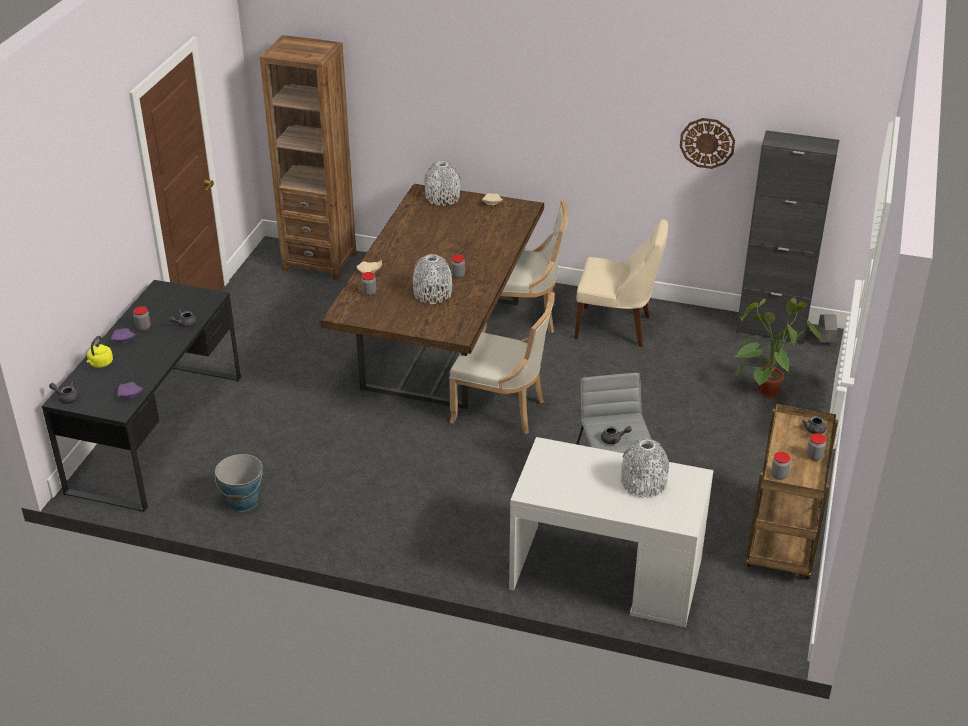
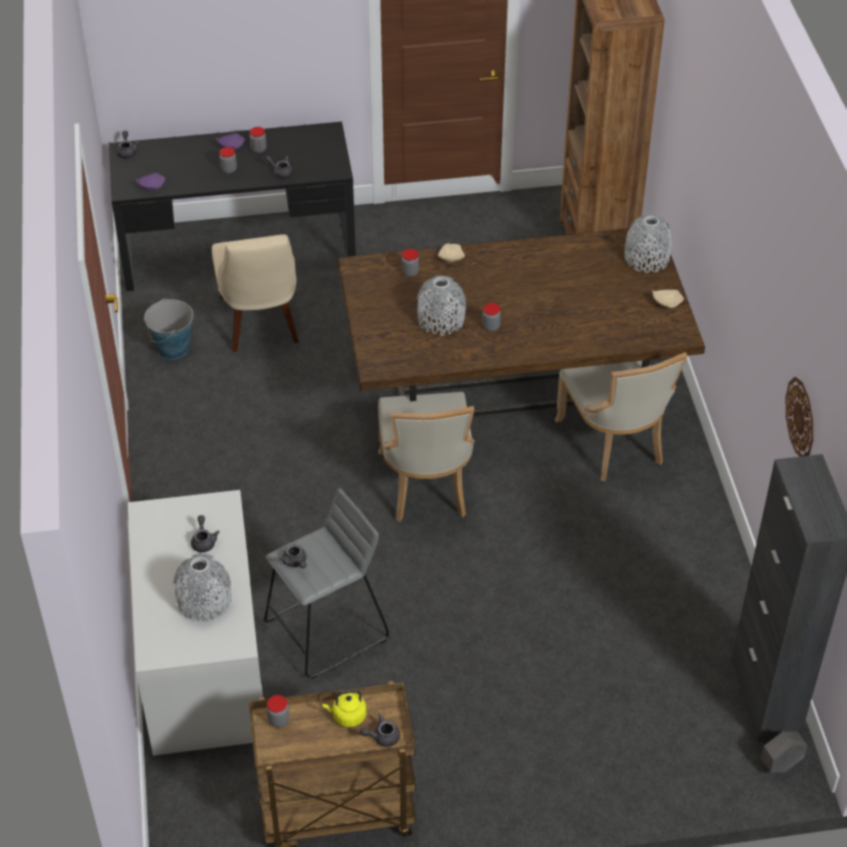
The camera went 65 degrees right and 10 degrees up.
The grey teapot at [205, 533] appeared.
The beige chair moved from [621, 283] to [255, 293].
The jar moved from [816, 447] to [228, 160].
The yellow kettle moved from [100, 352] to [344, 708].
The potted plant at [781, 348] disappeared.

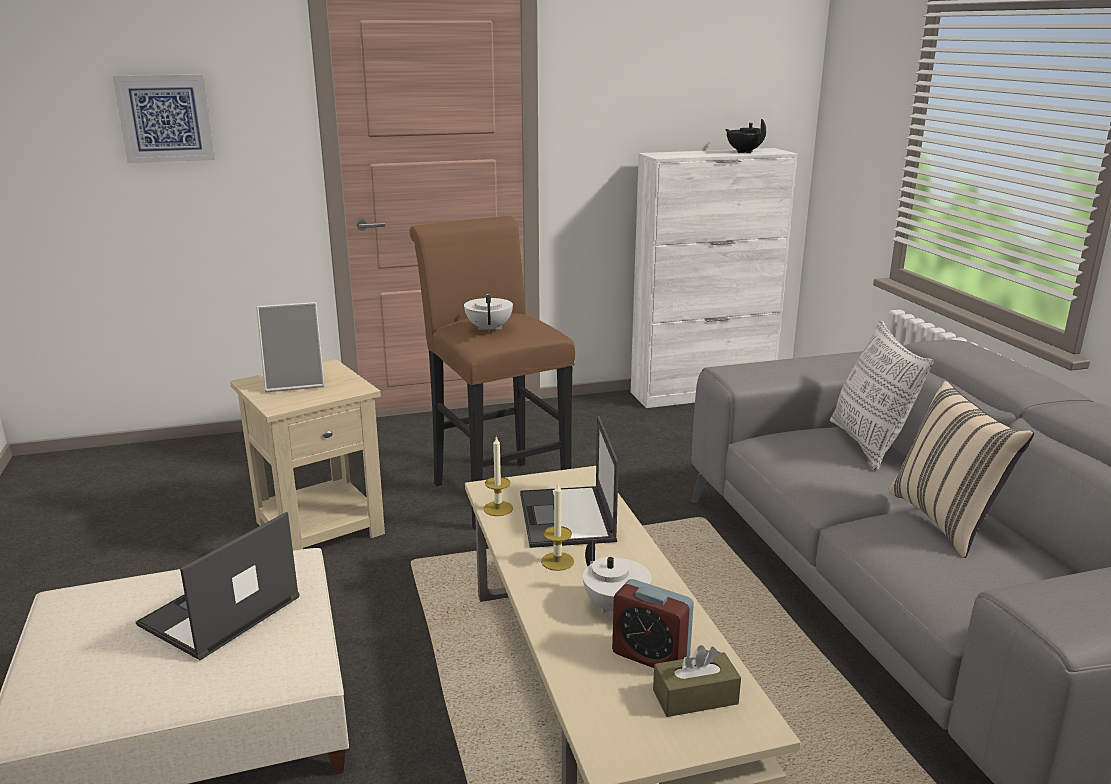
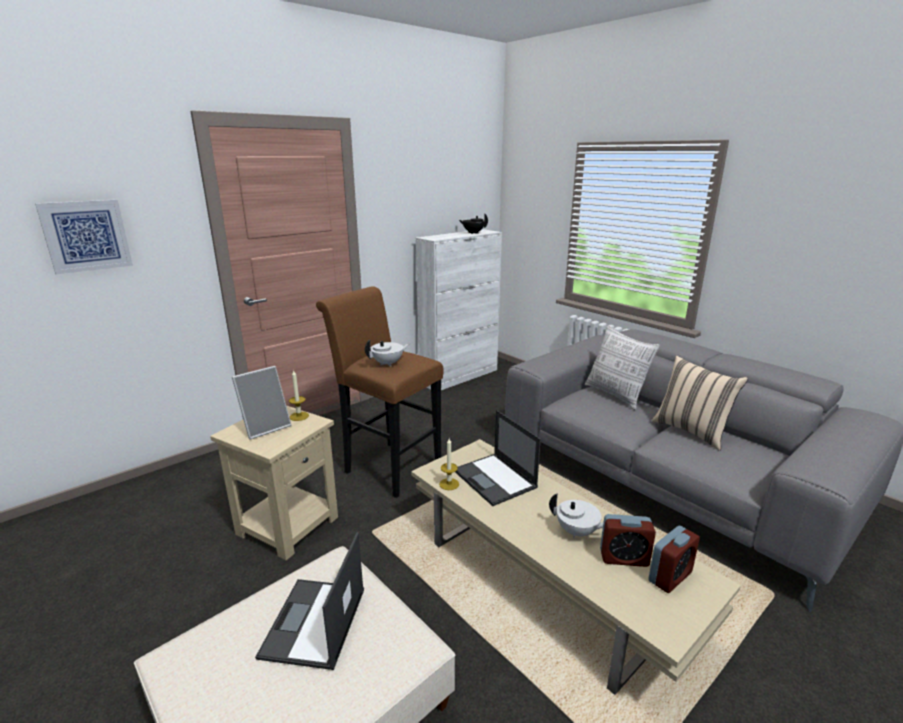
The camera went 25 degrees left and 0 degrees up.
The candle moved from [557, 527] to [299, 395].
The white teapot at [488, 313] turned 90 degrees clockwise.
The brown tissue box at [697, 681] was replaced by the alarm clock at [674, 559].

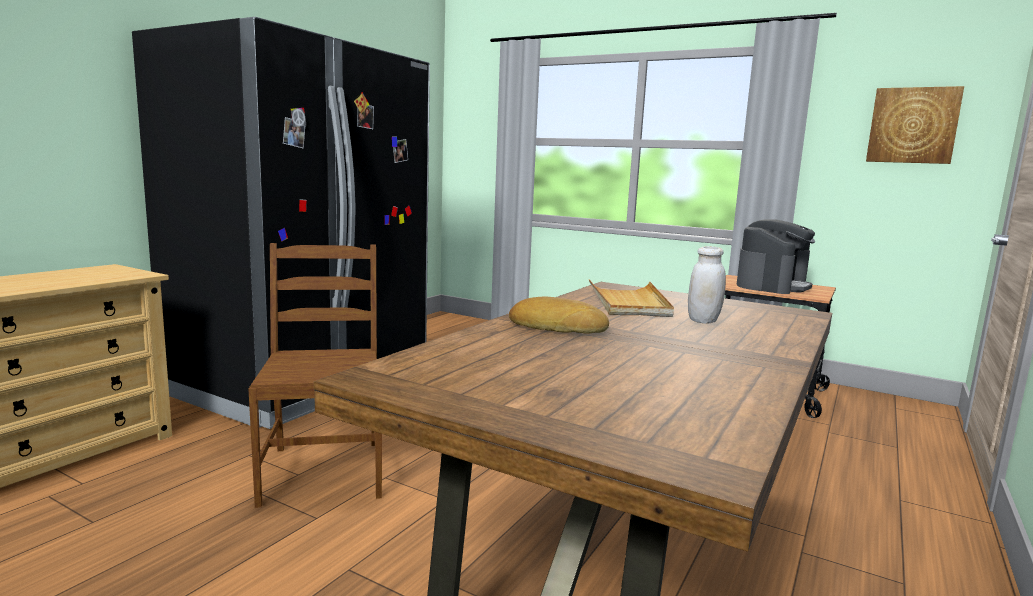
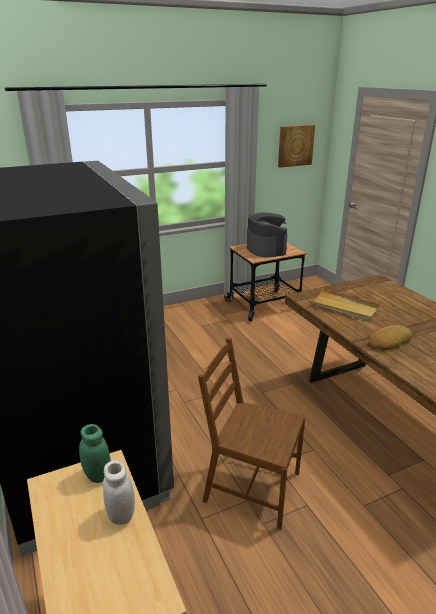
The camera went 55 degrees left and 15 degrees up.
The green jar at [95, 453] appeared.
The white jar moved from [707, 285] to [119, 492].

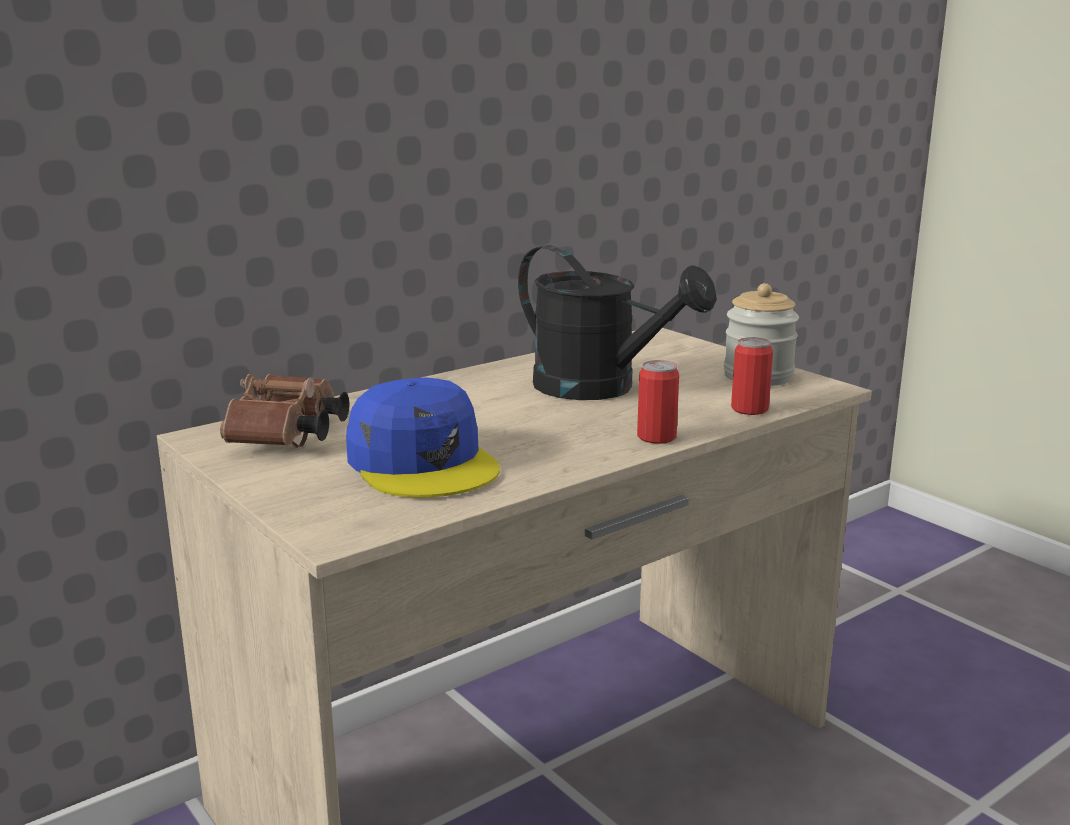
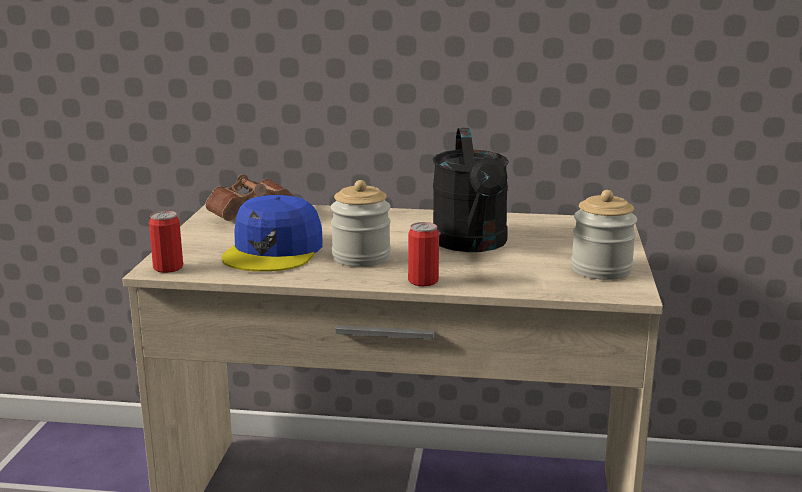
The camera went 45 degrees right and 0 degrees up.
The can moved from [752, 376] to [166, 242].
The jar at [361, 223] appeared.

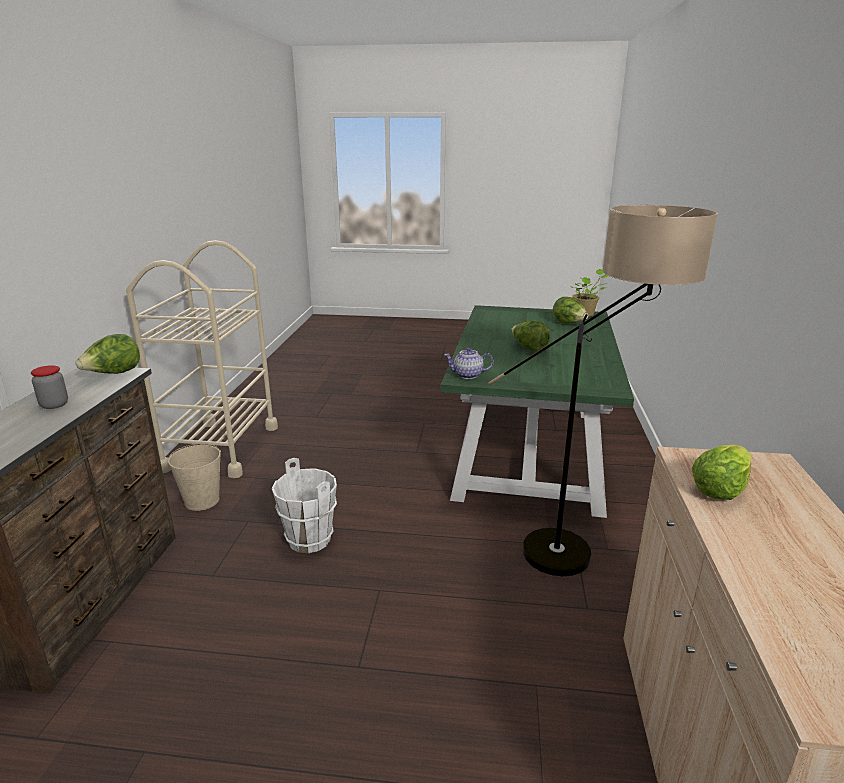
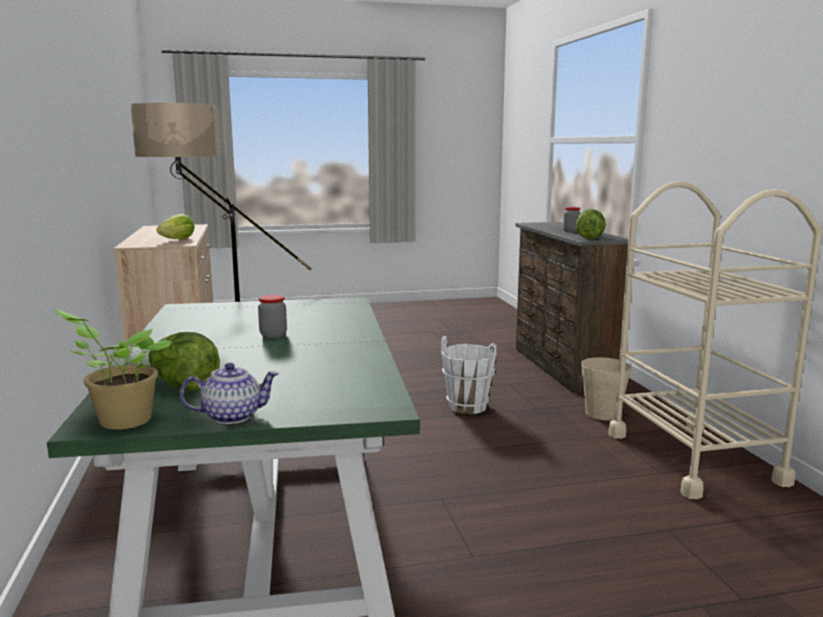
The camera went 160 degrees right and 10 degrees down.
The teapot moved from [469, 363] to [229, 393].
The lettuce at [530, 335] was replaced by the jar at [272, 316].

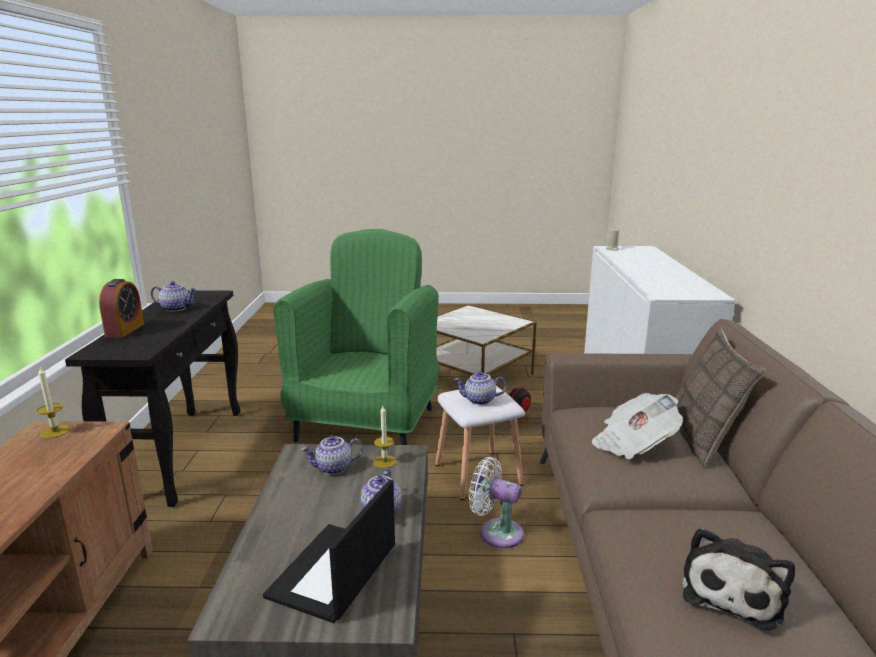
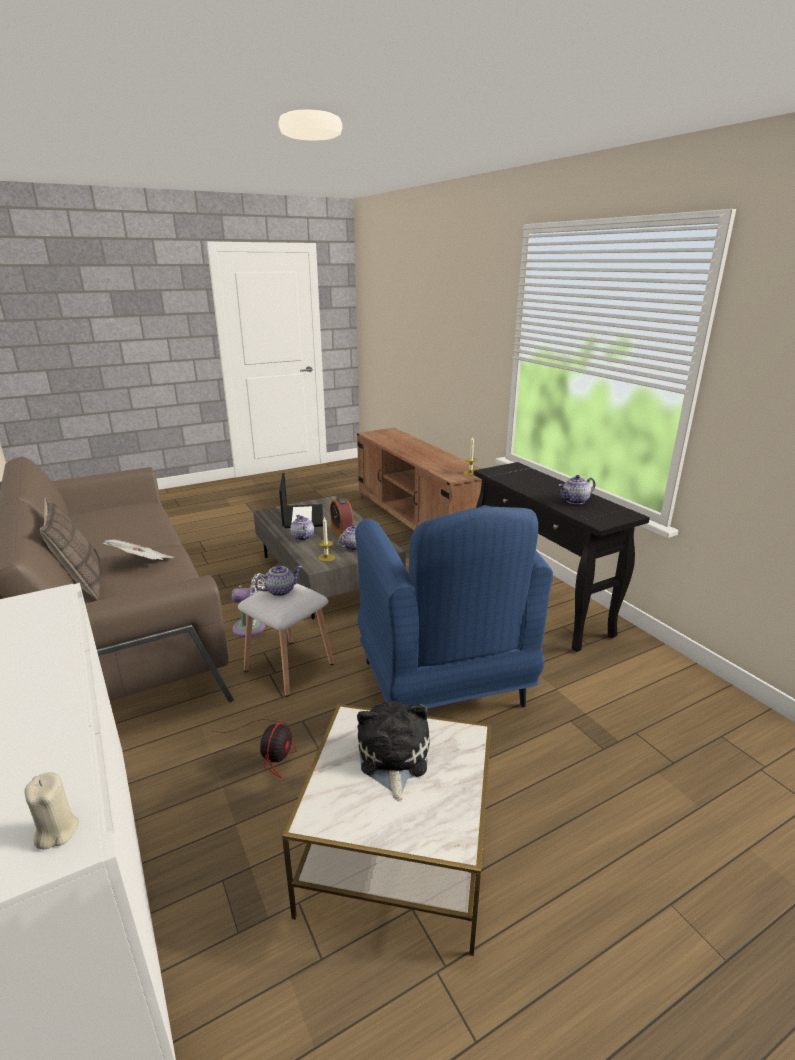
The camera went 150 degrees right and 5 degrees up.
The alarm clock moved from [121, 308] to [341, 519].
The green armchair at [356, 337] became the blue armchair at [454, 607].
The plush toy moved from [739, 579] to [393, 751].

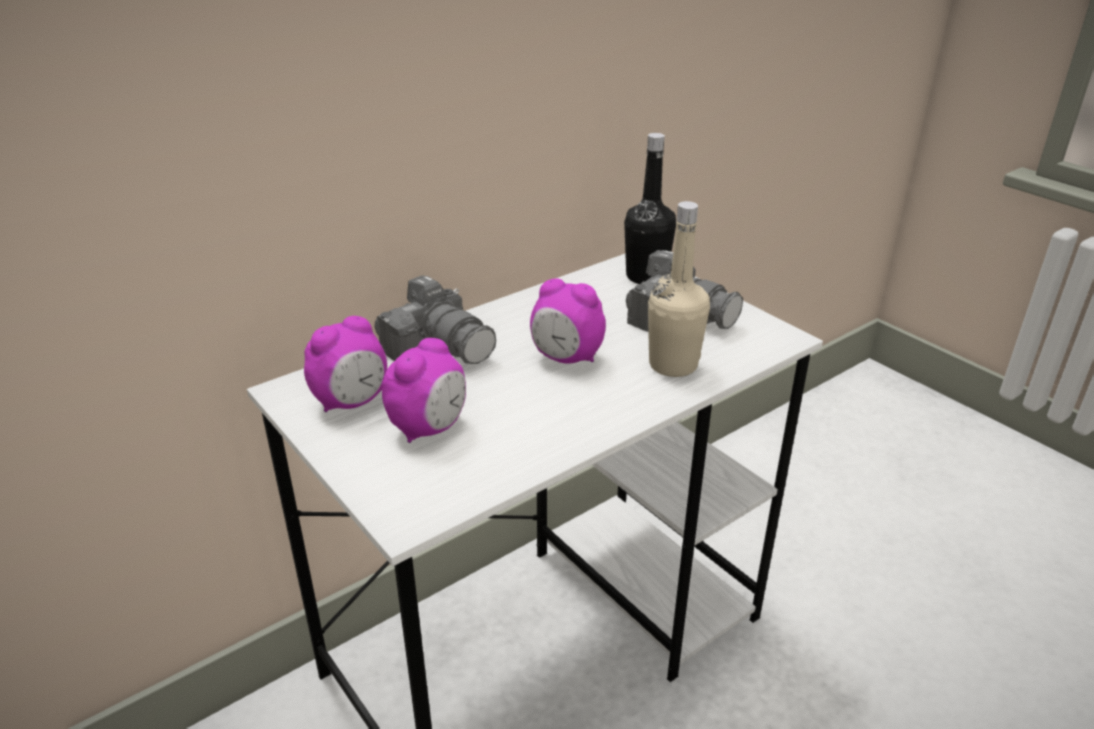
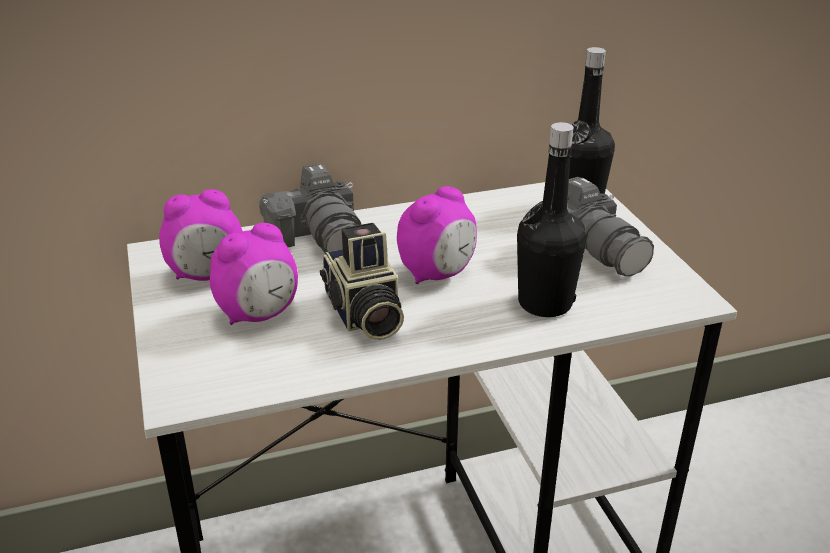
The camera went 20 degrees right and 0 degrees up.
The photo camera at [362, 281] appeared.
The alarm clock at [568, 320] turned 90 degrees counterclockwise.
The beige bottle at [679, 289] became the black bottle at [552, 219].

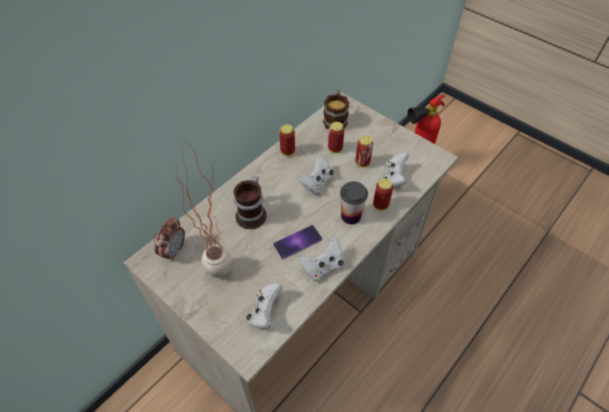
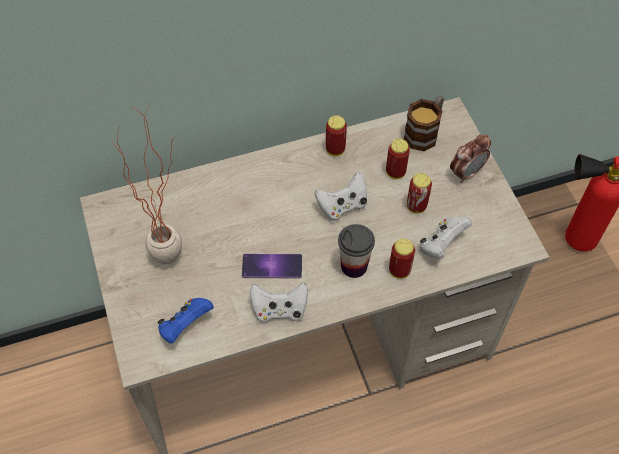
The camera went 30 degrees right and 5 degrees up.
The white game controller at [264, 305] became the blue game controller at [185, 320].
The alarm clock moved from [169, 239] to [470, 158].
The mug at [250, 202] disappeared.

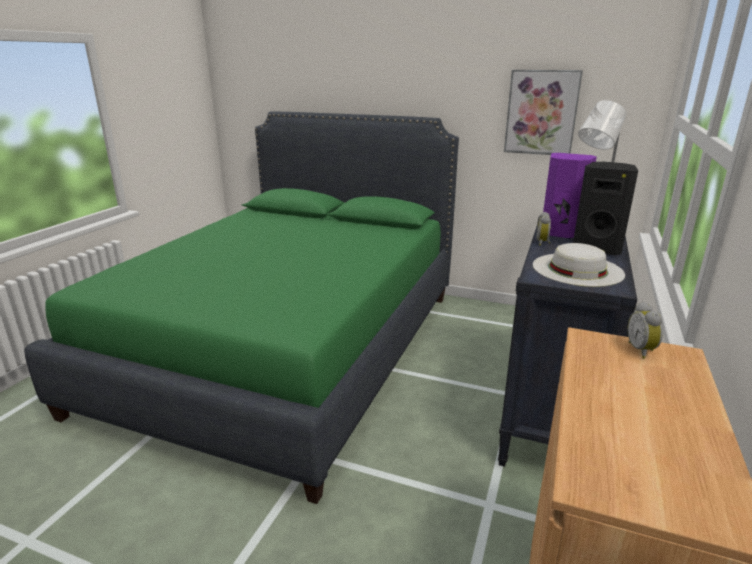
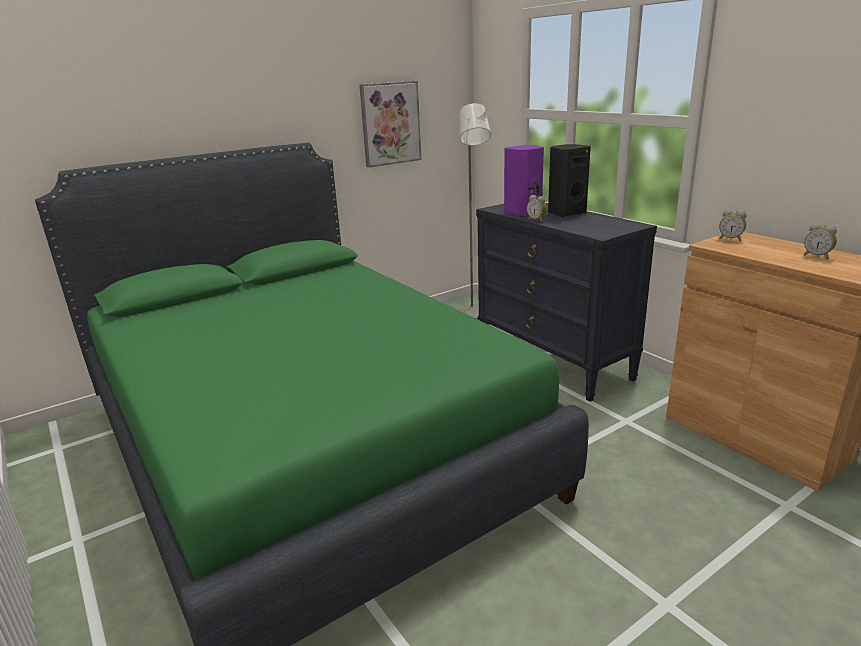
The camera went 55 degrees left and 0 degrees up.
The alarm clock at [820, 241] appeared.
The white hat at [579, 265] disappeared.

